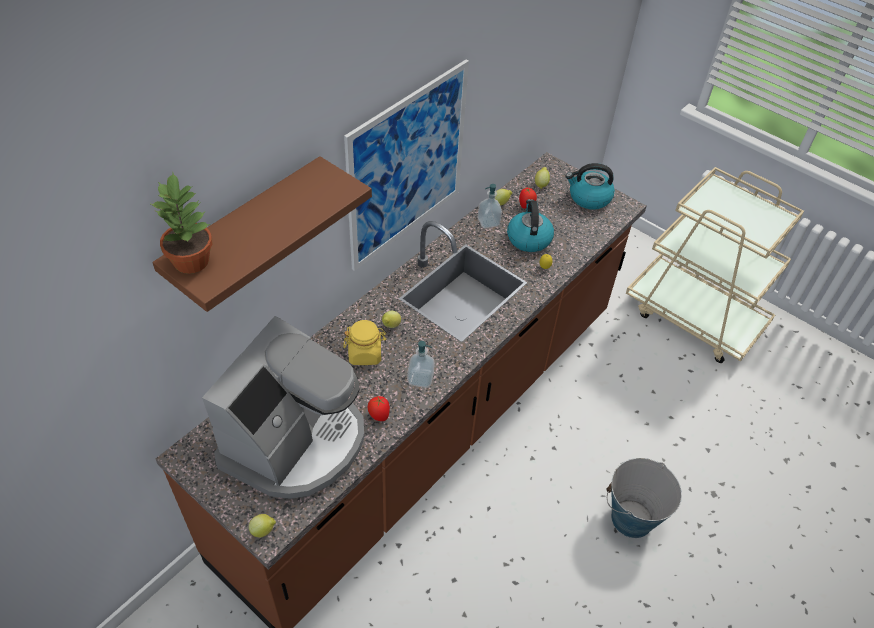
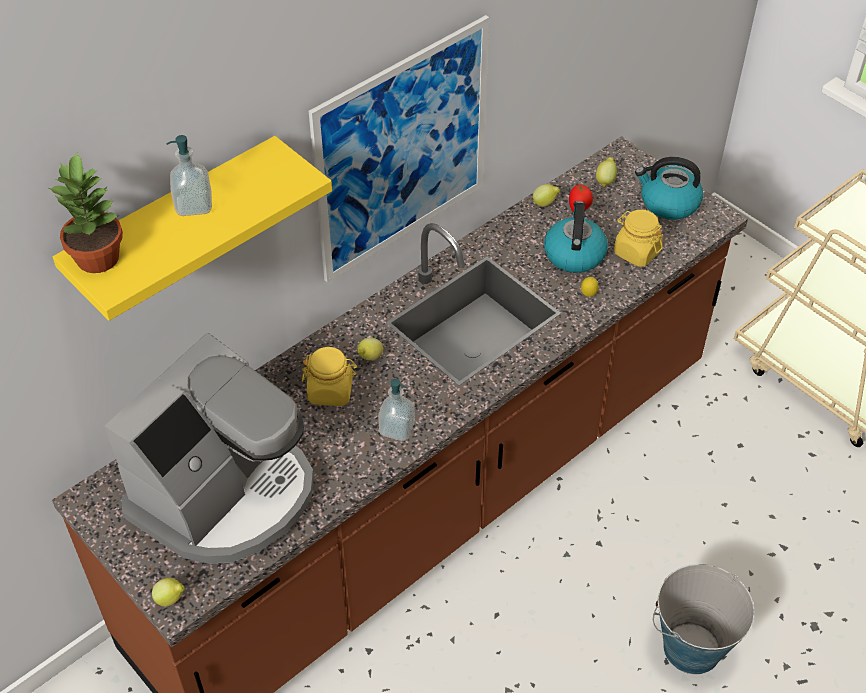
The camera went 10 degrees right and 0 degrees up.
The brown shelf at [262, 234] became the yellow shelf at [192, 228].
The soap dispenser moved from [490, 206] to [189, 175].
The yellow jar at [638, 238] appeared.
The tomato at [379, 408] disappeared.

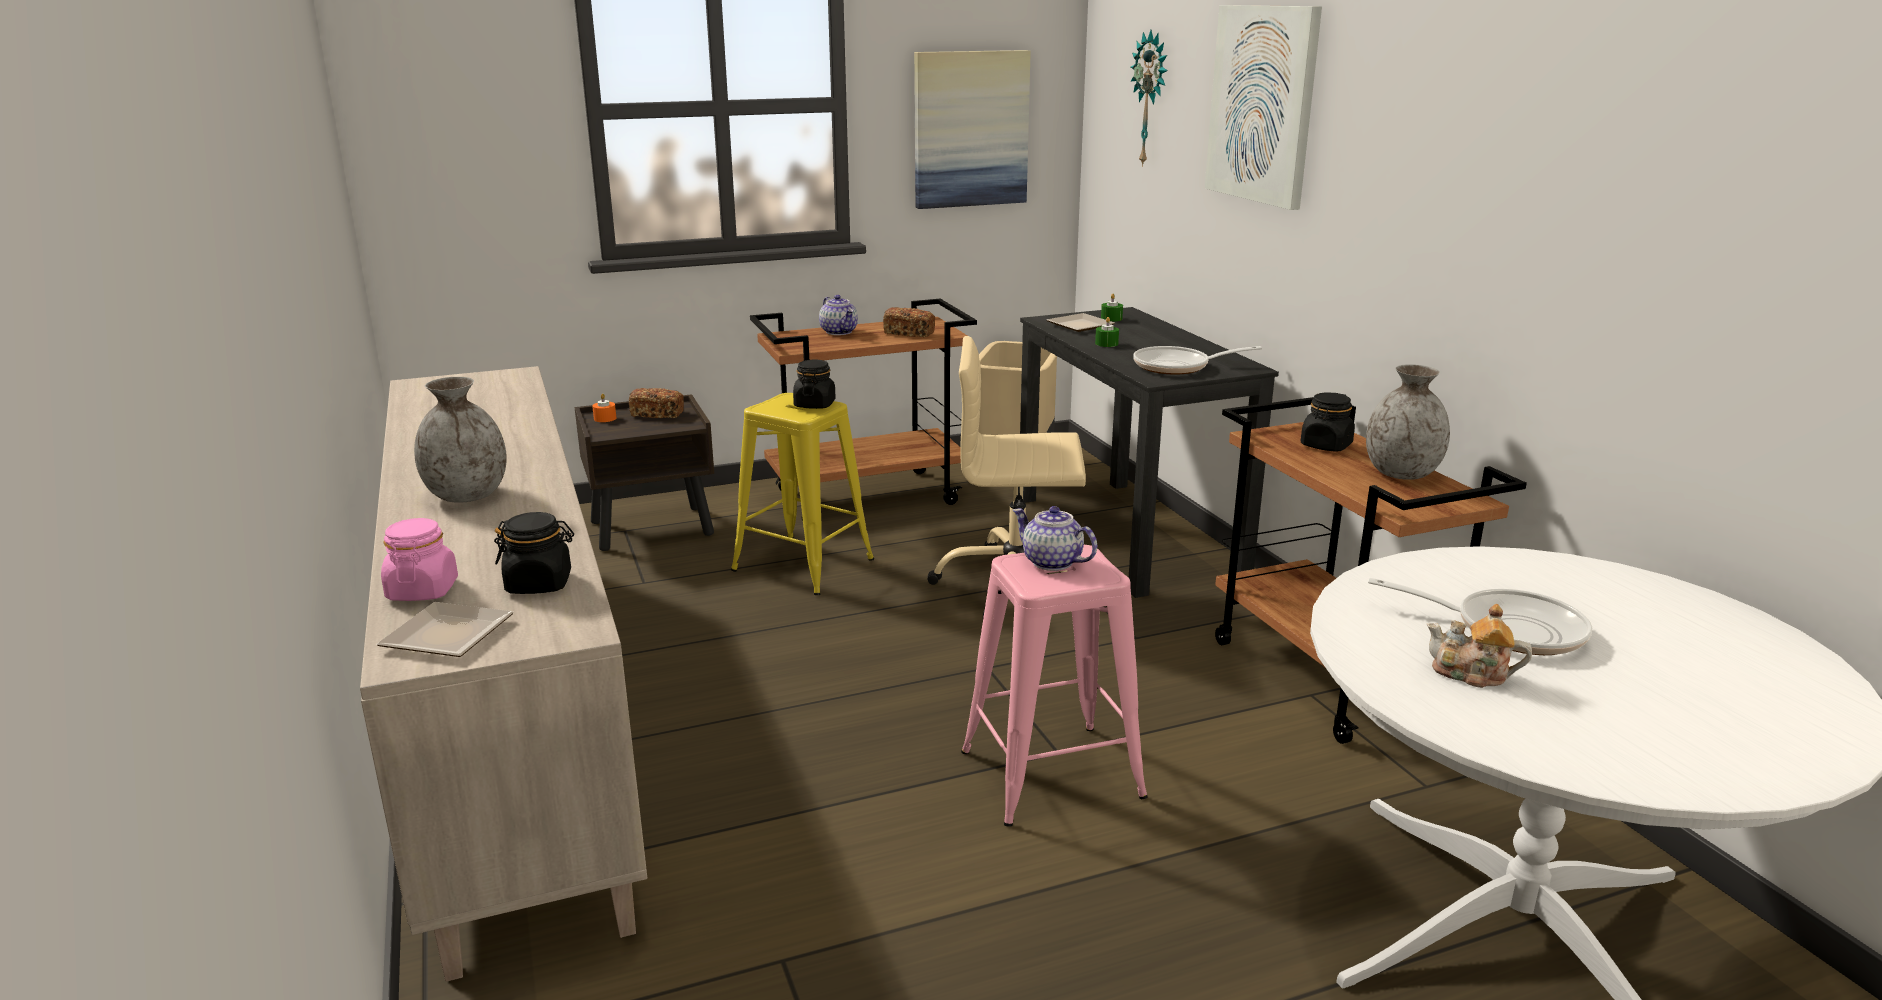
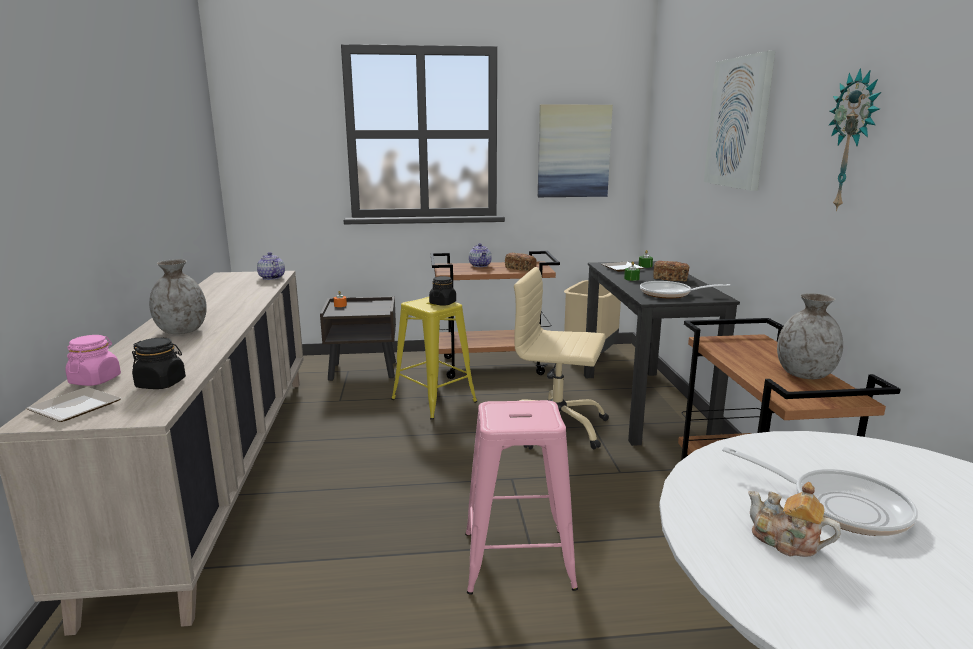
The camera went 15 degrees right and 5 degrees down.
The teapot moved from [1055, 538] to [271, 266].
The bread moved from [656, 403] to [671, 271].
The wall clock moved from [1149, 98] to [855, 139].
The black jar at [1328, 422] disappeared.

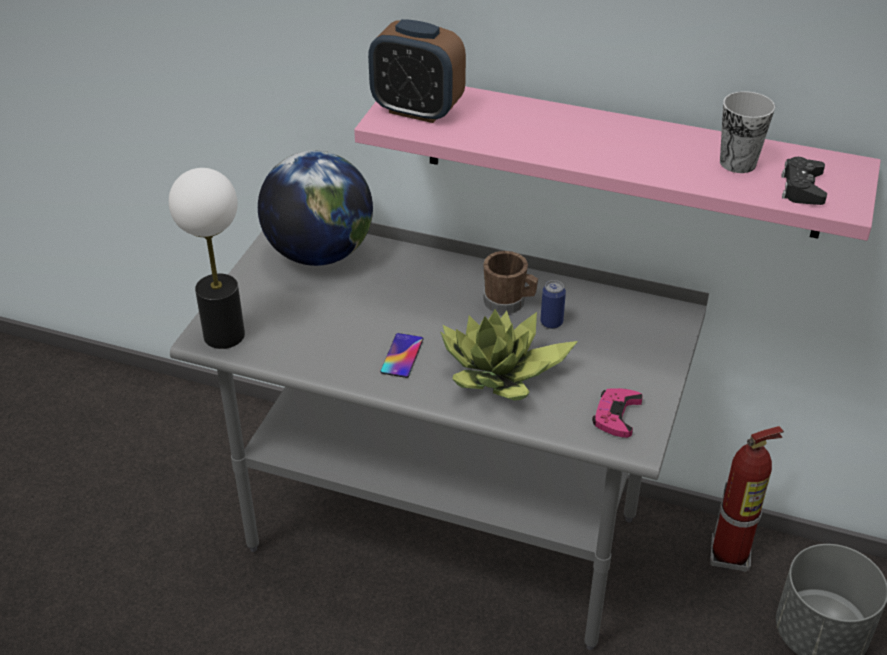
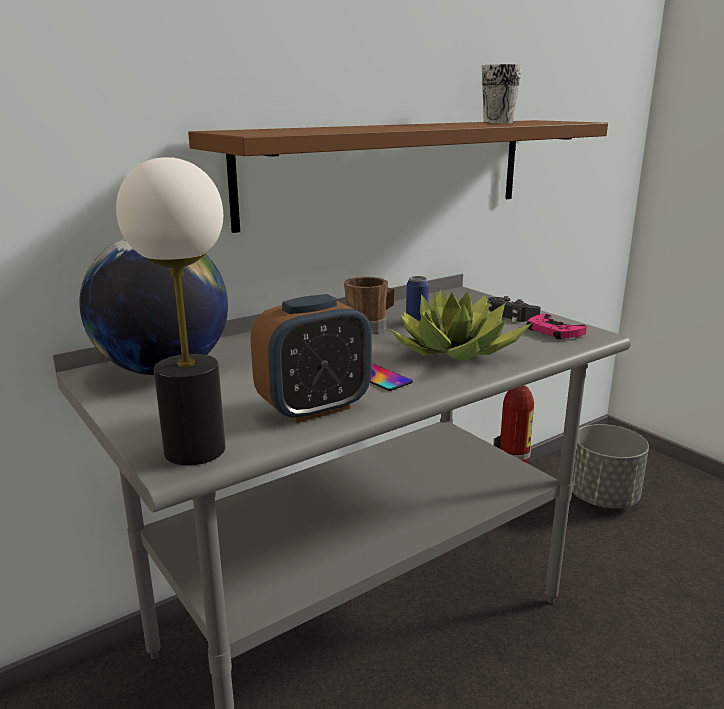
The camera went 55 degrees left and 20 degrees down.
The pink shelf at [617, 163] became the brown shelf at [398, 176].
The alarm clock moved from [417, 71] to [311, 358].
The black game controller moved from [804, 181] to [514, 309].

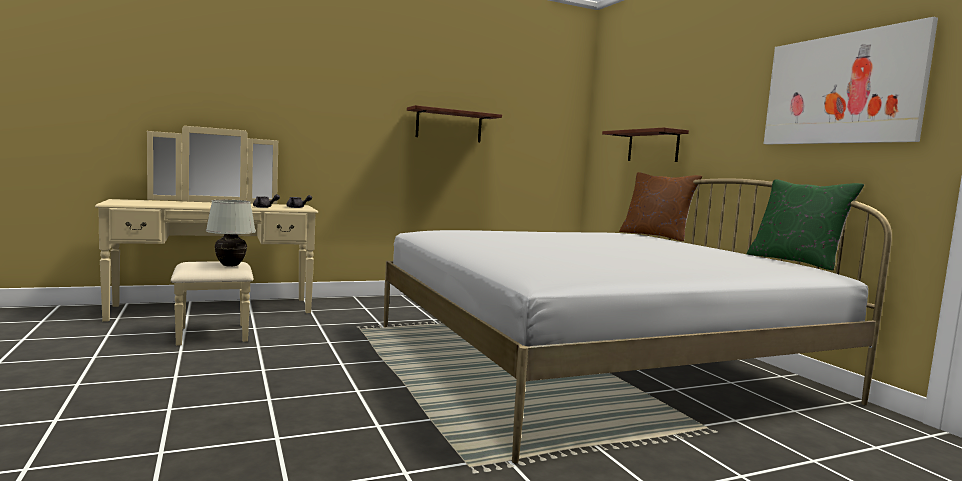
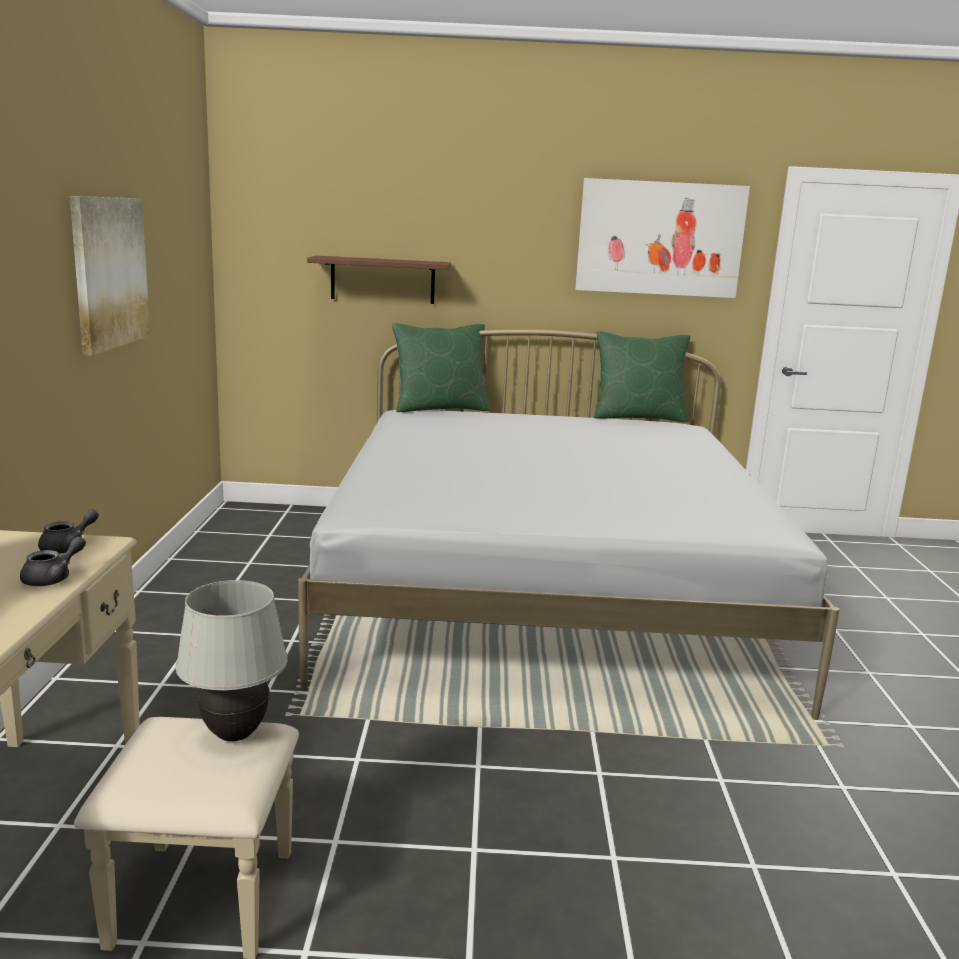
The camera went 65 degrees left and 10 degrees up.
The shelf at [454, 123] was replaced by the picture at [110, 276].
The brown pillow at [660, 206] became the green pillow at [440, 367].

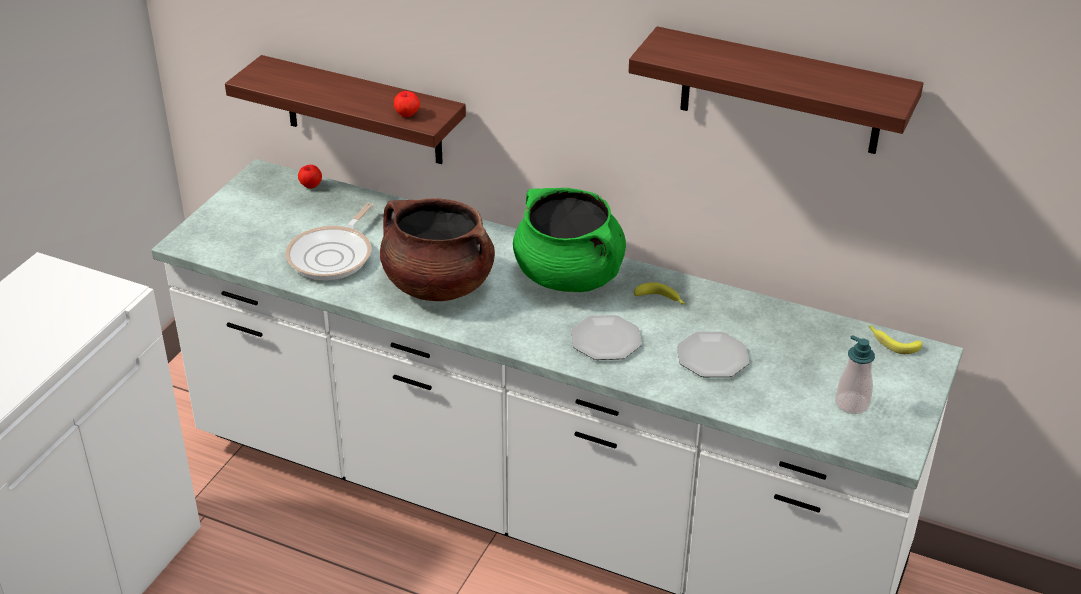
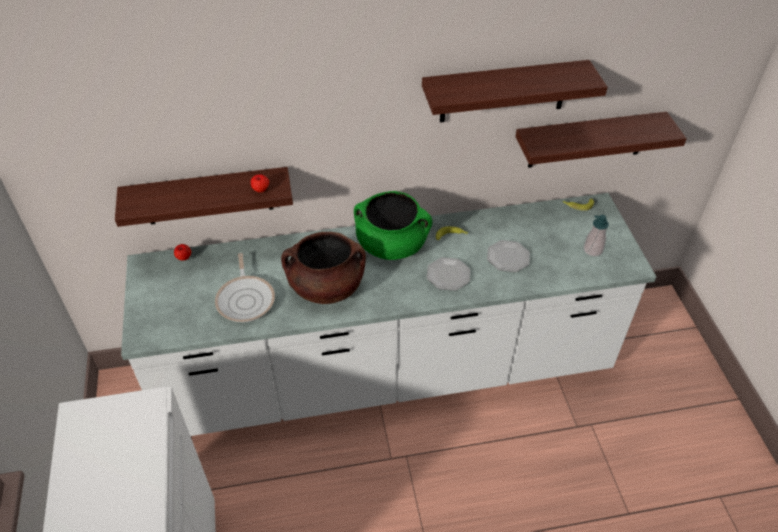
The camera went 35 degrees left and 10 degrees up.
The shelf at [601, 140] appeared.

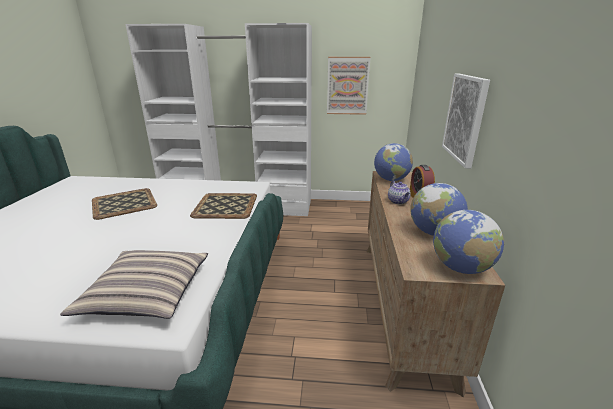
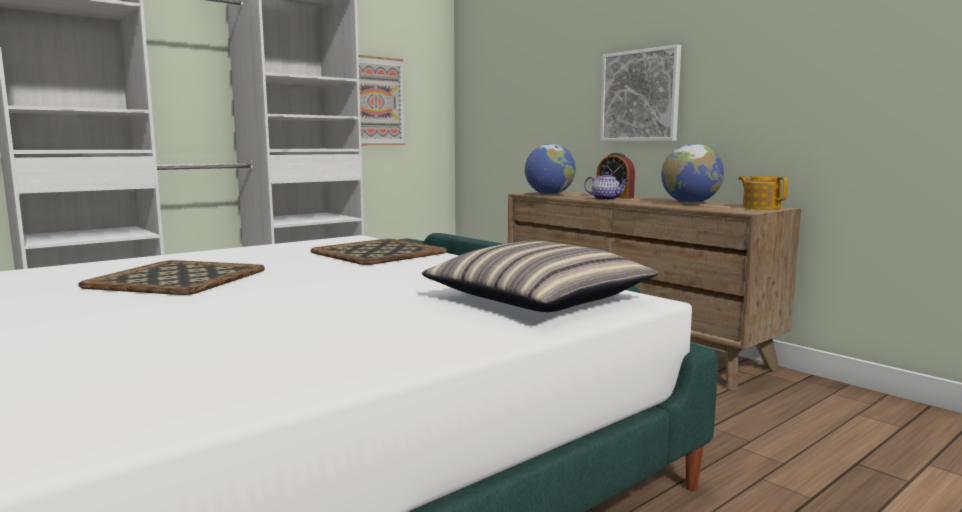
The camera went 45 degrees left and 15 degrees down.
The globe at [468, 242] was replaced by the teapot at [763, 193].

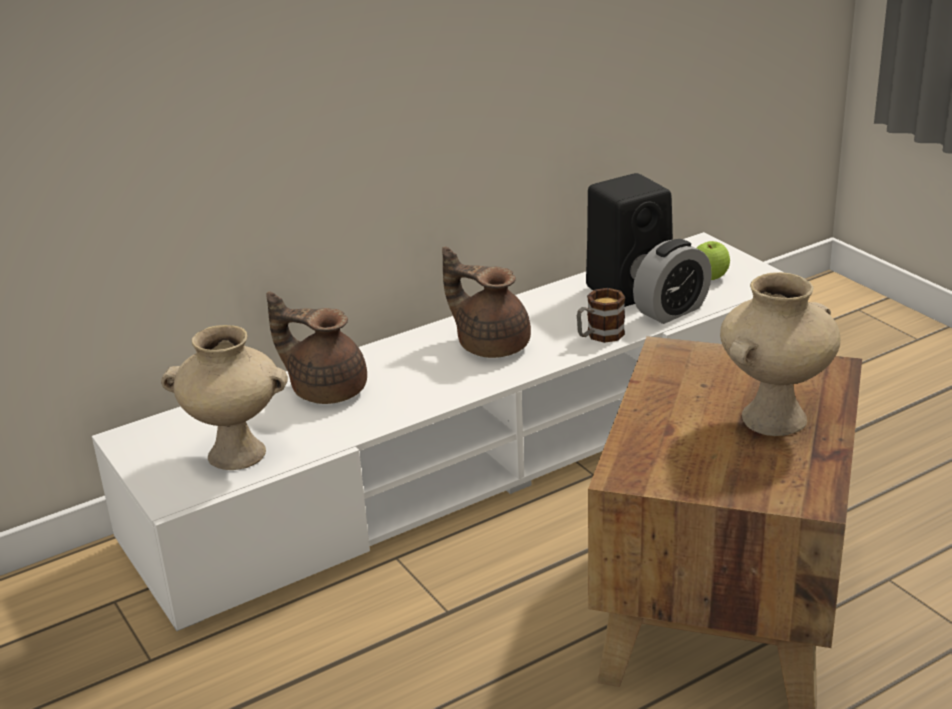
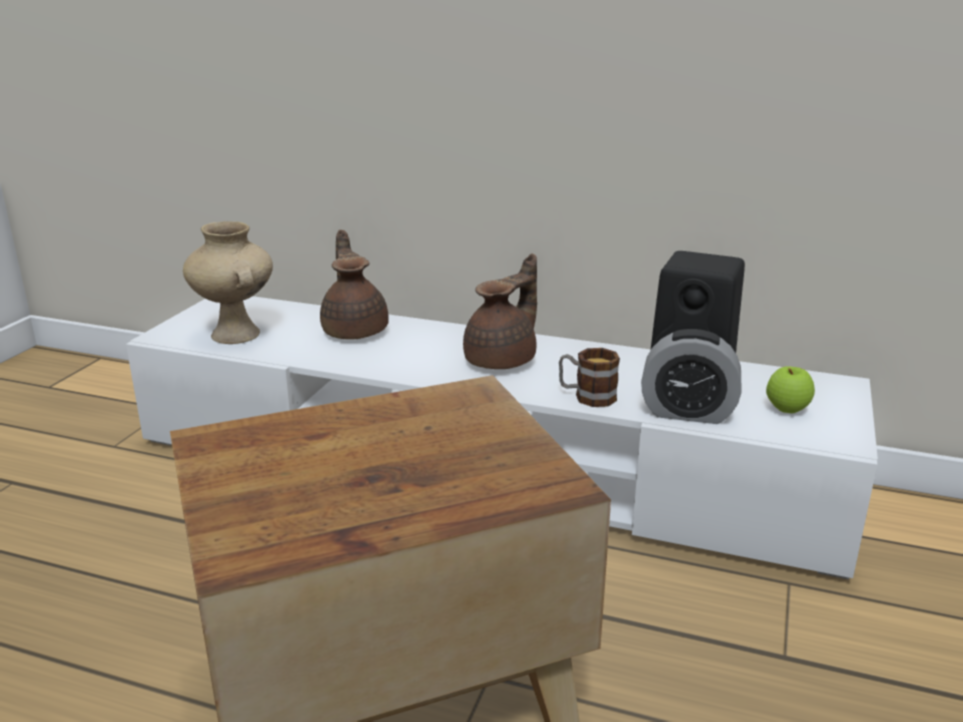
The camera went 50 degrees right and 5 degrees down.
The brown teapot at [486, 302] turned 45 degrees clockwise.
The beige vase at [780, 354] disappeared.

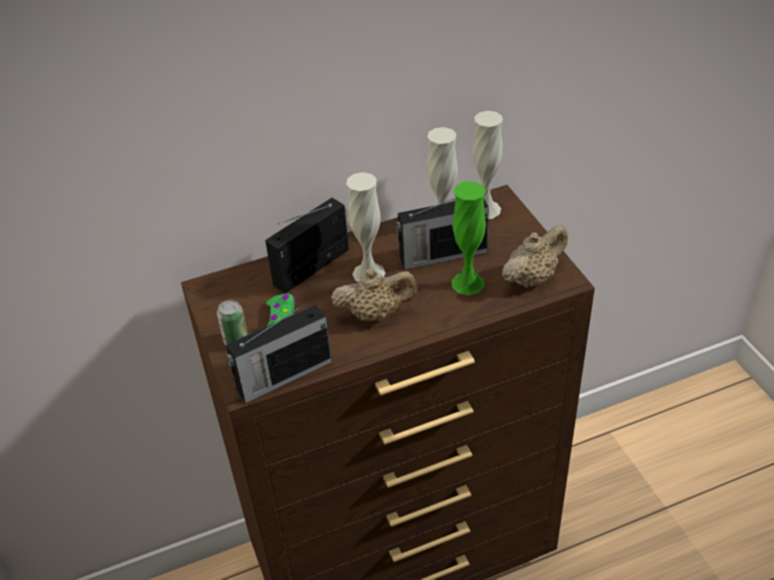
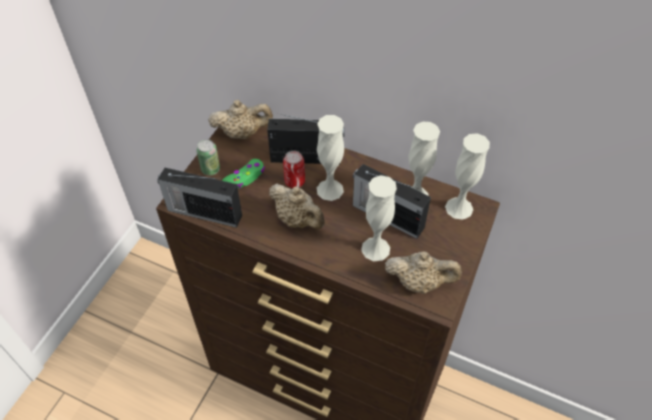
The camera went 45 degrees right and 10 degrees up.
The beige teapot at [240, 119] appeared.
The can at [294, 169] appeared.
The green vase at [468, 238] became the white vase at [379, 218].

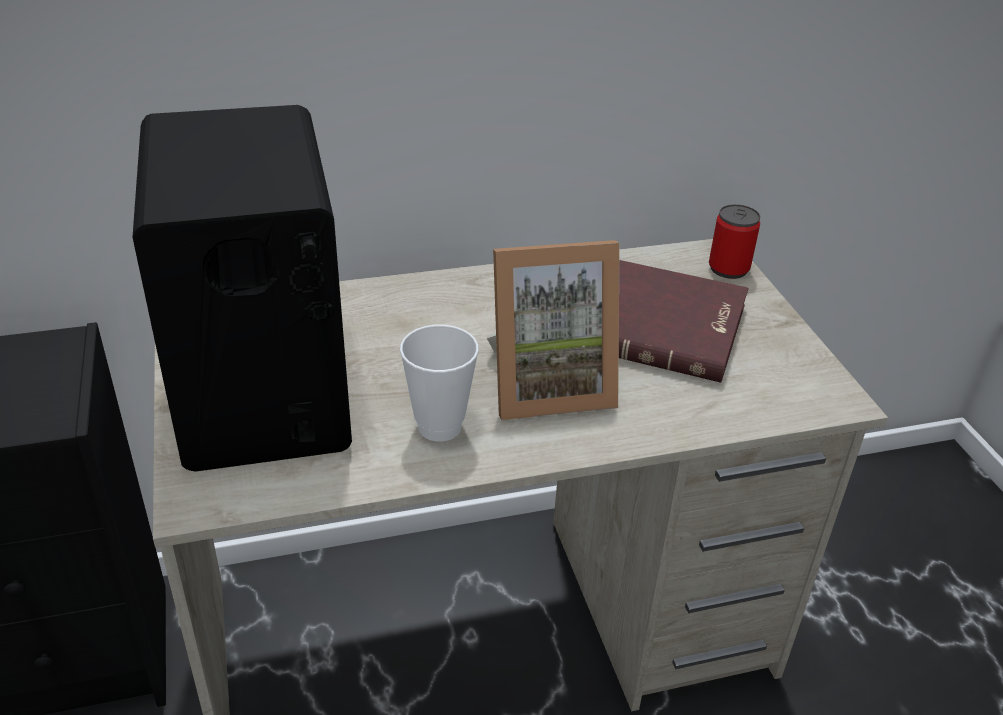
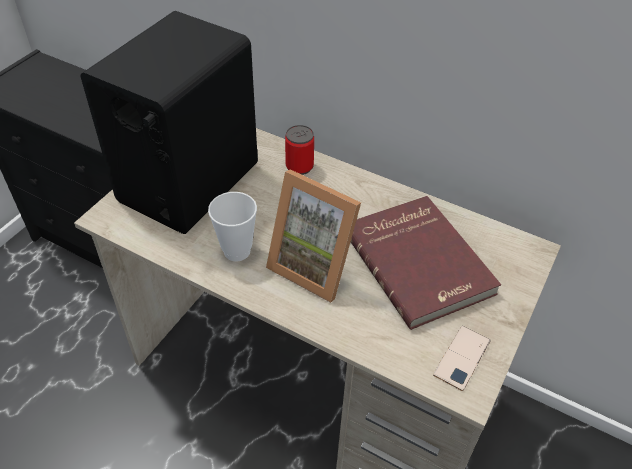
The camera went 45 degrees right and 10 degrees up.
The can moved from [735, 241] to [299, 150].
The phone at [462, 358] appeared.

